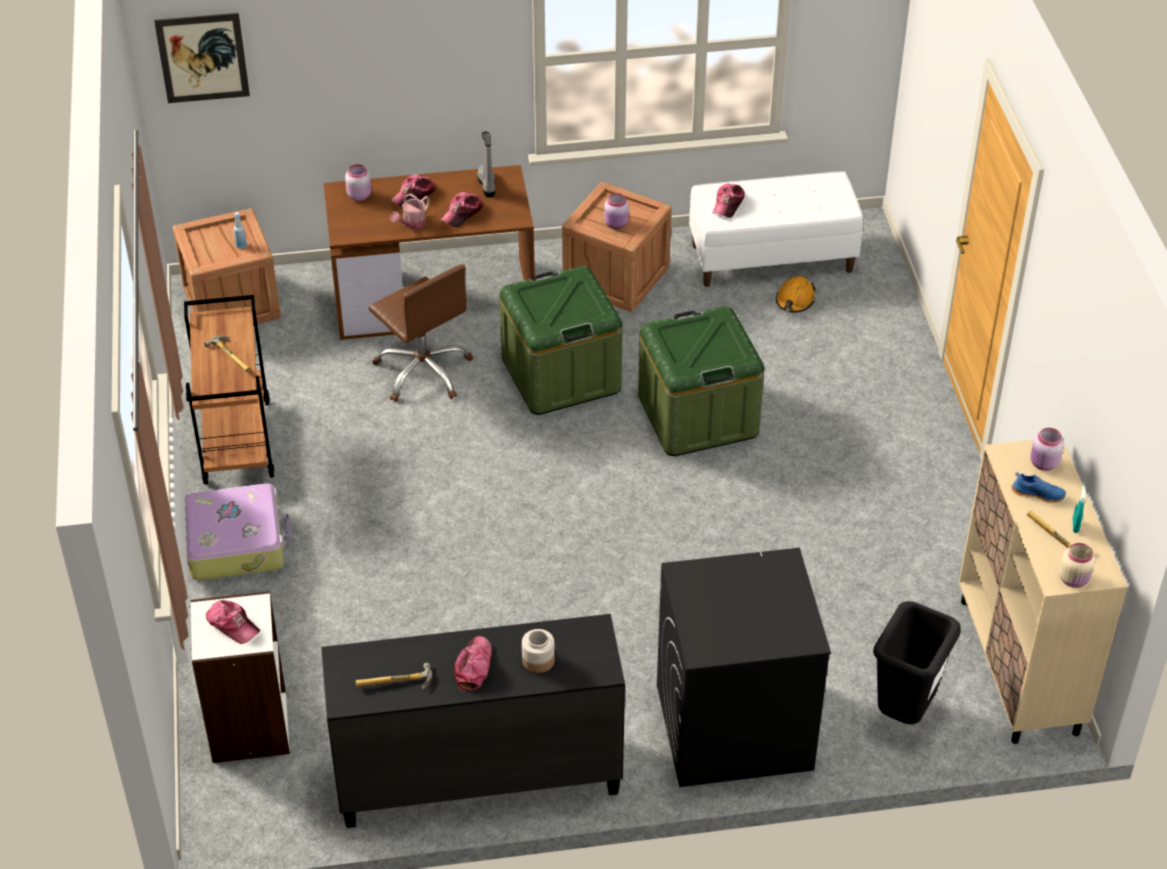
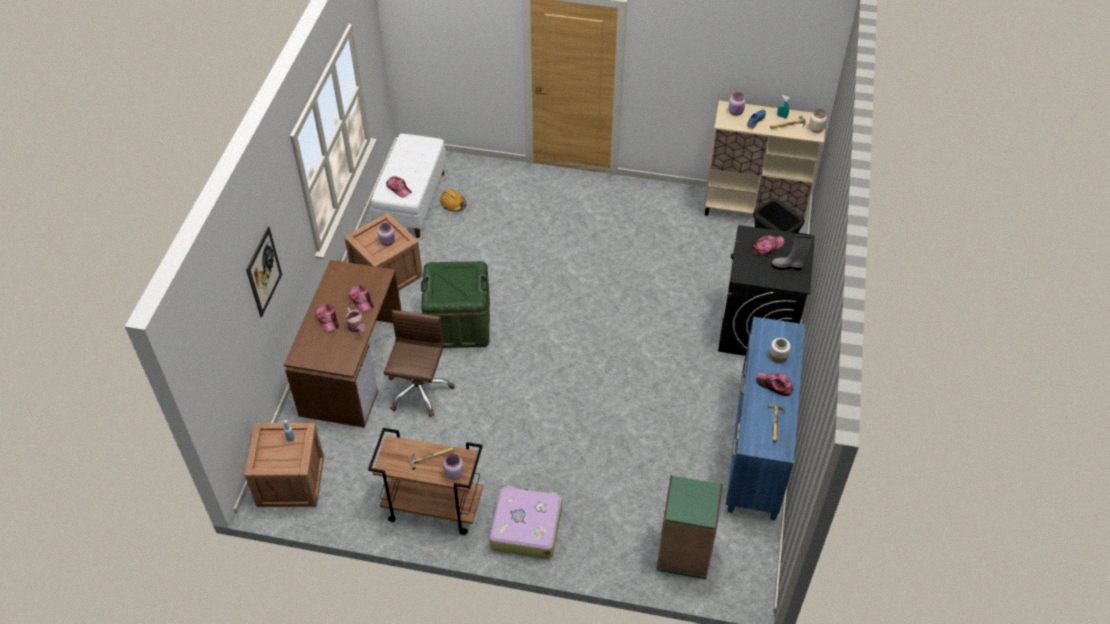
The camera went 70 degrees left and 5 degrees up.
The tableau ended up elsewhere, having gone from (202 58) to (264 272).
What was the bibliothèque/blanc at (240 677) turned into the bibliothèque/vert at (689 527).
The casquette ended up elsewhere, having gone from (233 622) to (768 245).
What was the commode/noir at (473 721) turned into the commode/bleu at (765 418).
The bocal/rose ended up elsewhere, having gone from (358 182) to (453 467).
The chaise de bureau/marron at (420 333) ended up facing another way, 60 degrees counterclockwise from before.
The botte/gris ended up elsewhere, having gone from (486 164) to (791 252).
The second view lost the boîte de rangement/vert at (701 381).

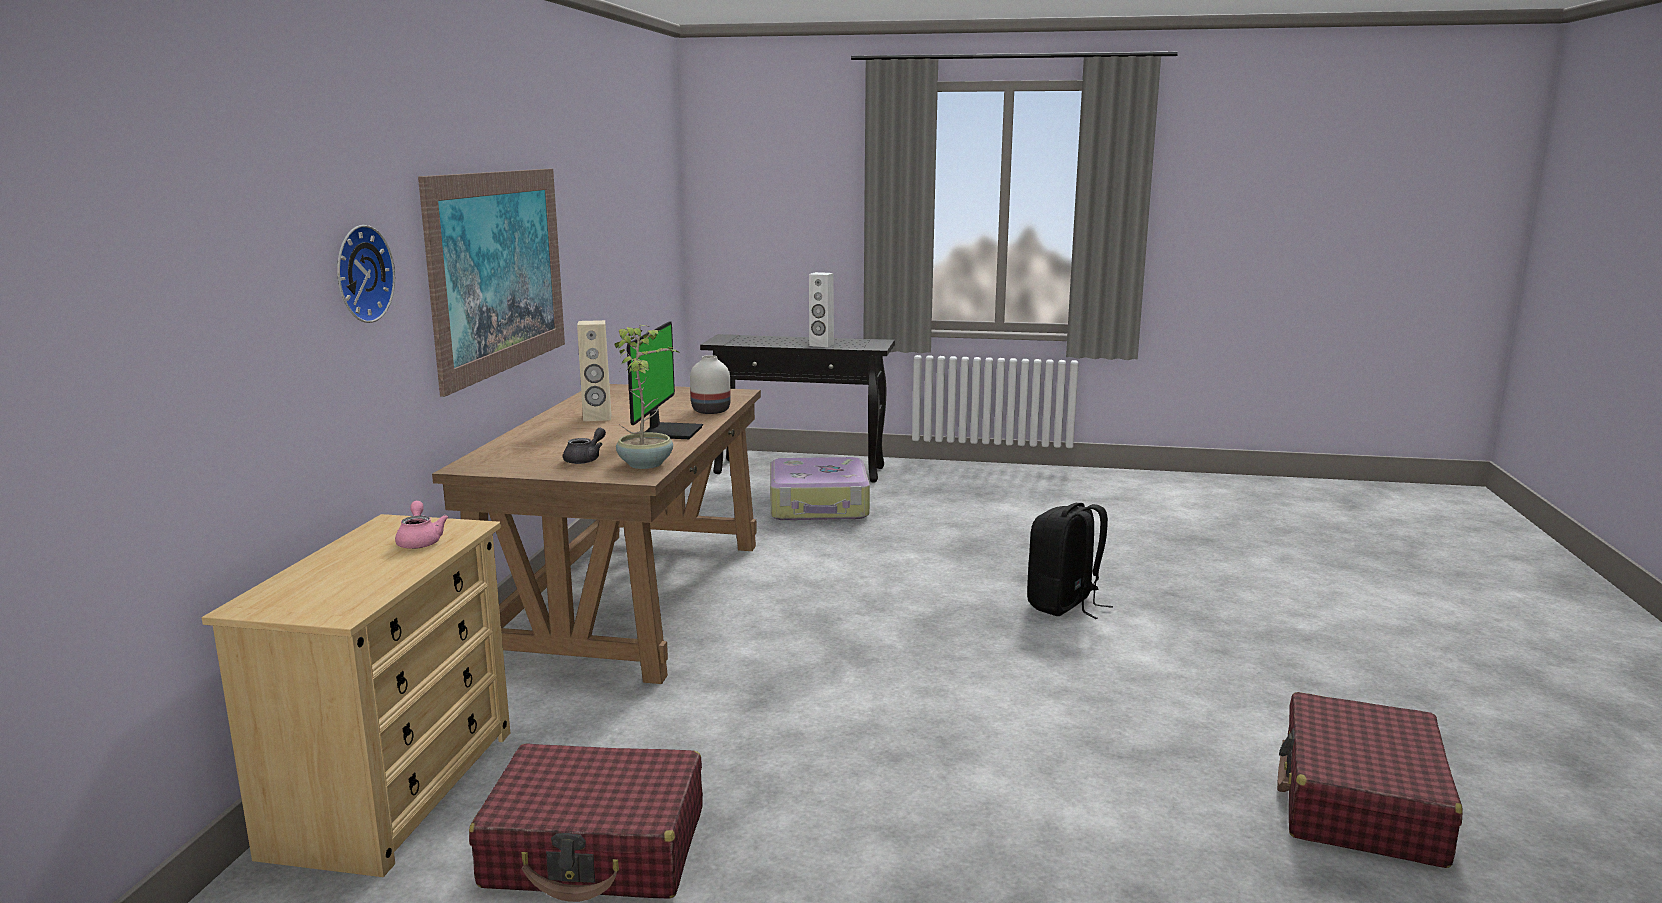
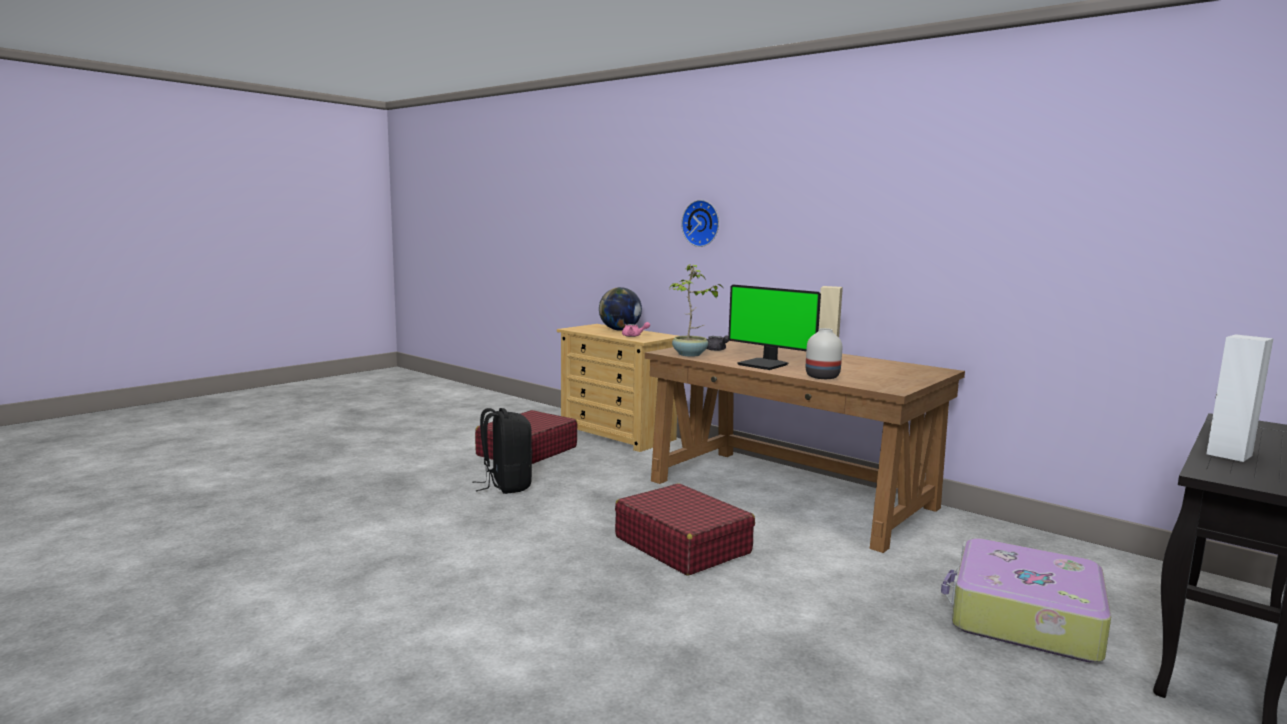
The camera went 120 degrees right and 5 degrees down.
The second view lost the tableau at (491 283).
The sac à dos/noir ended up elsewhere, having gone from (1070 561) to (502 451).
The valise/rouge ended up elsewhere, having gone from (1369 780) to (685 529).
The second view gained the globe at (620 309).

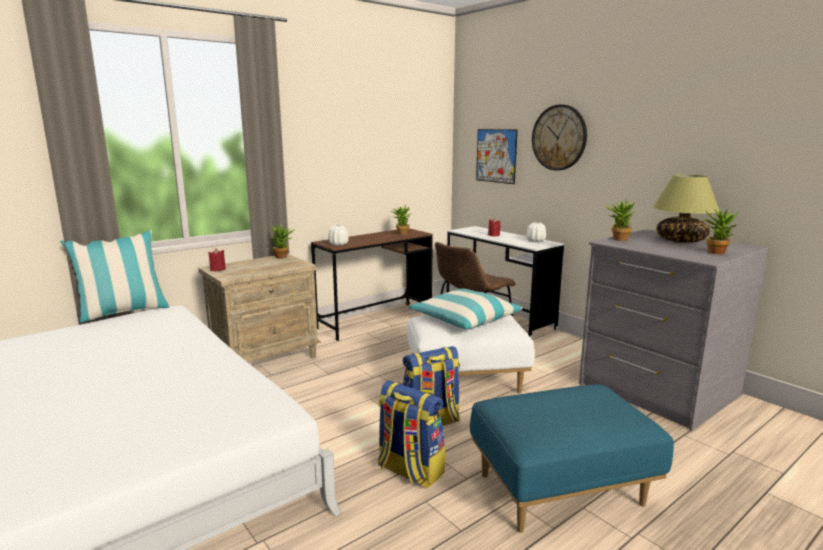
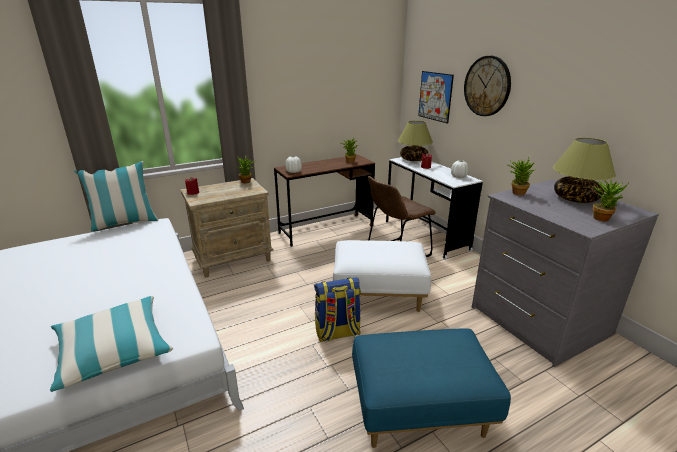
The camera went 10 degrees right and 10 degrees up.
The second view lost the sac à dos at (411 434).
The coussin ended up elsewhere, having gone from (465 309) to (111 344).
The second view gained the lampe de table at (415 141).

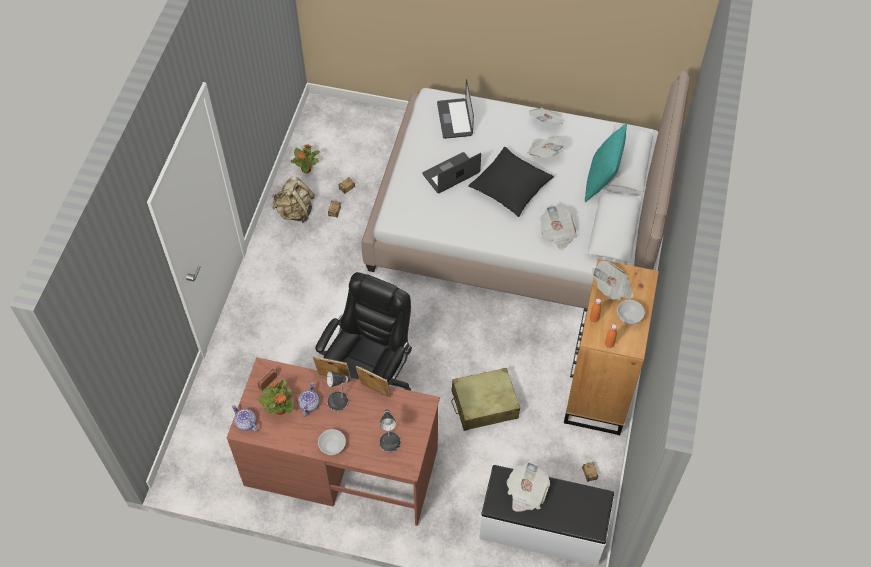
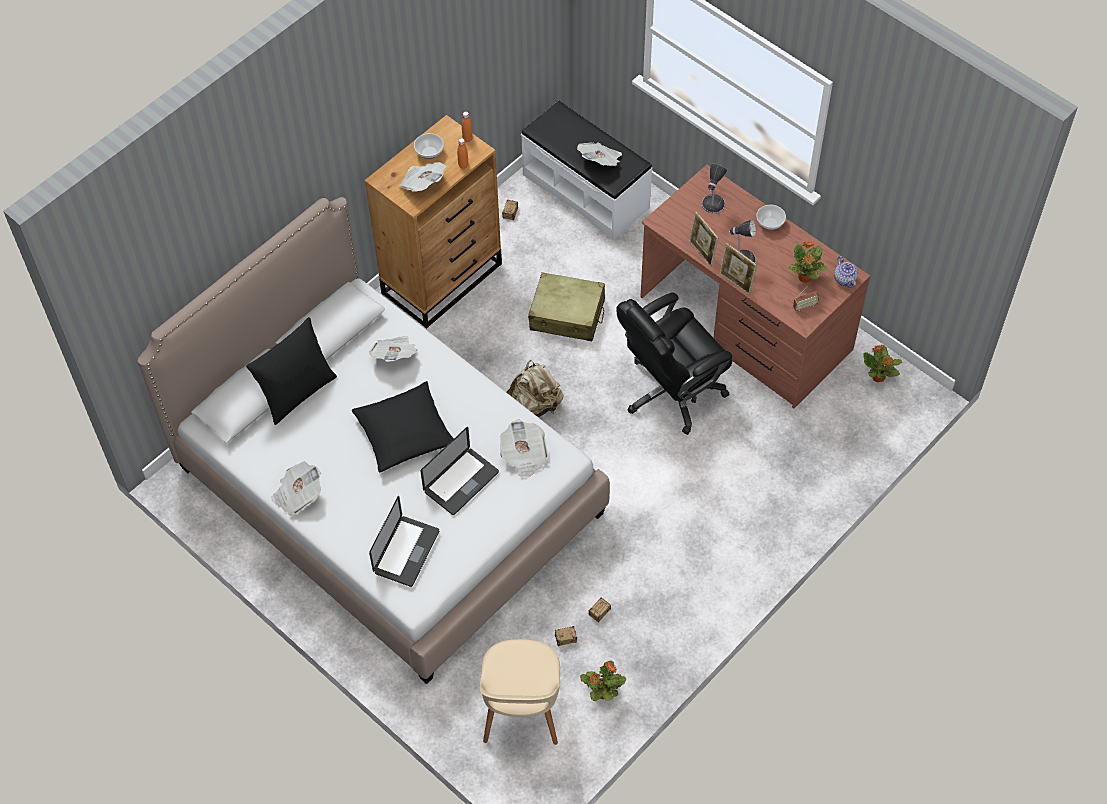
The camera went 150 degrees left and 0 degrees up.
The sac à dos/beige ended up elsewhere, having gone from (294 200) to (534 388).
The second view lost the théière at (309 399).
The ordinateur portable at (452 172) ended up facing another way, 45 degrees counterclockwise from before.
The journal ended up elsewhere, having gone from (546 147) to (524 449).
What was the coussin/turquoise at (606 162) turned into the coussin/noir at (291 371).
The second view gained the chaise/beige at (519 692).
The second view gained the plante en pot at (882 363).

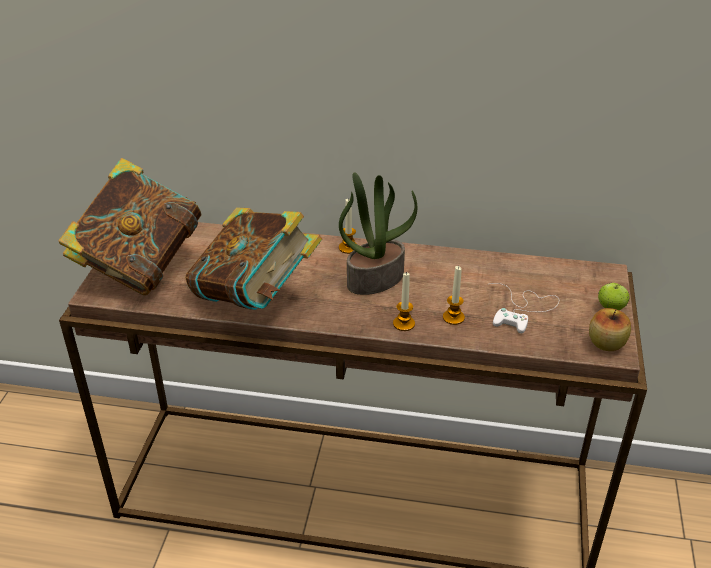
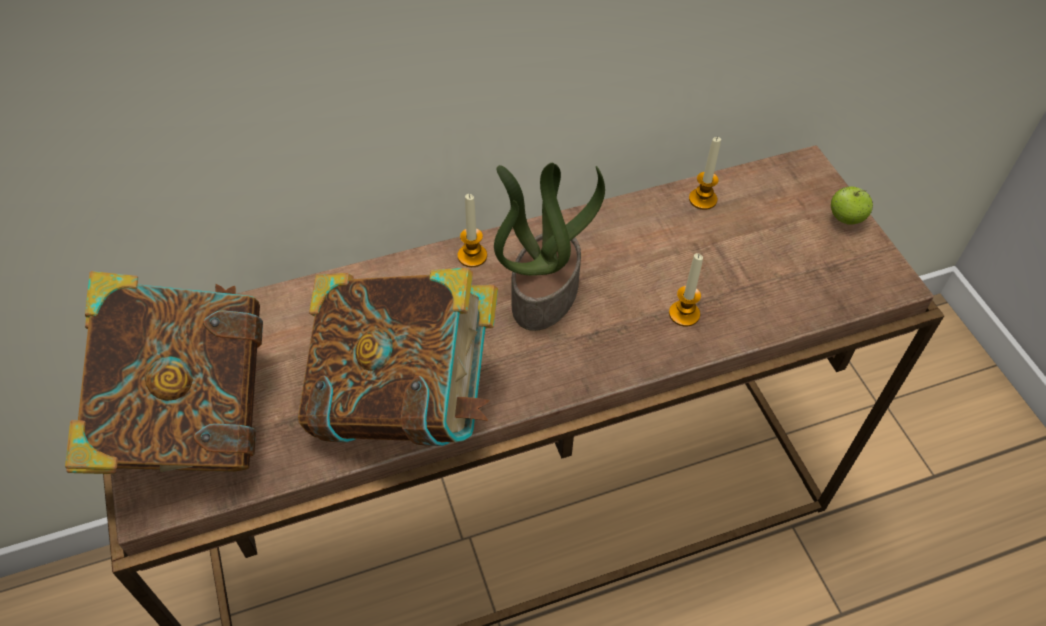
The camera went 30 degrees left and 15 degrees up.
The bougie ended up elsewhere, having gone from (404 301) to (705 173).
The second view lost the manette/blanc at (524 308).
The second view lost the pomme at (610 329).

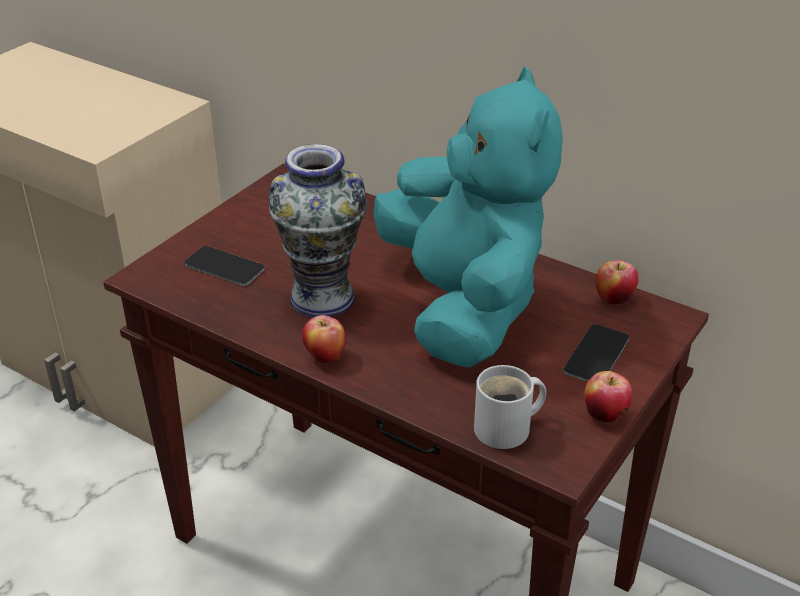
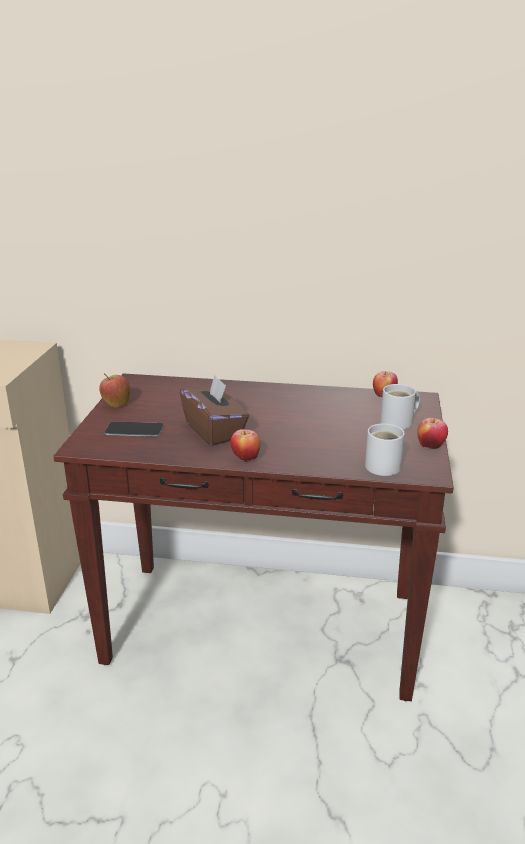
The camera went 25 degrees left and 10 degrees down.
Where the vase stood at (318 231), the boîte à mouchoirs/marron came to stand at (214 410).
The second view lost the peluche/turquoise at (468 217).
Where the téléphone stood at (596 353), the mug/blanc came to stand at (400 407).
The second view gained the pomme at (115 390).

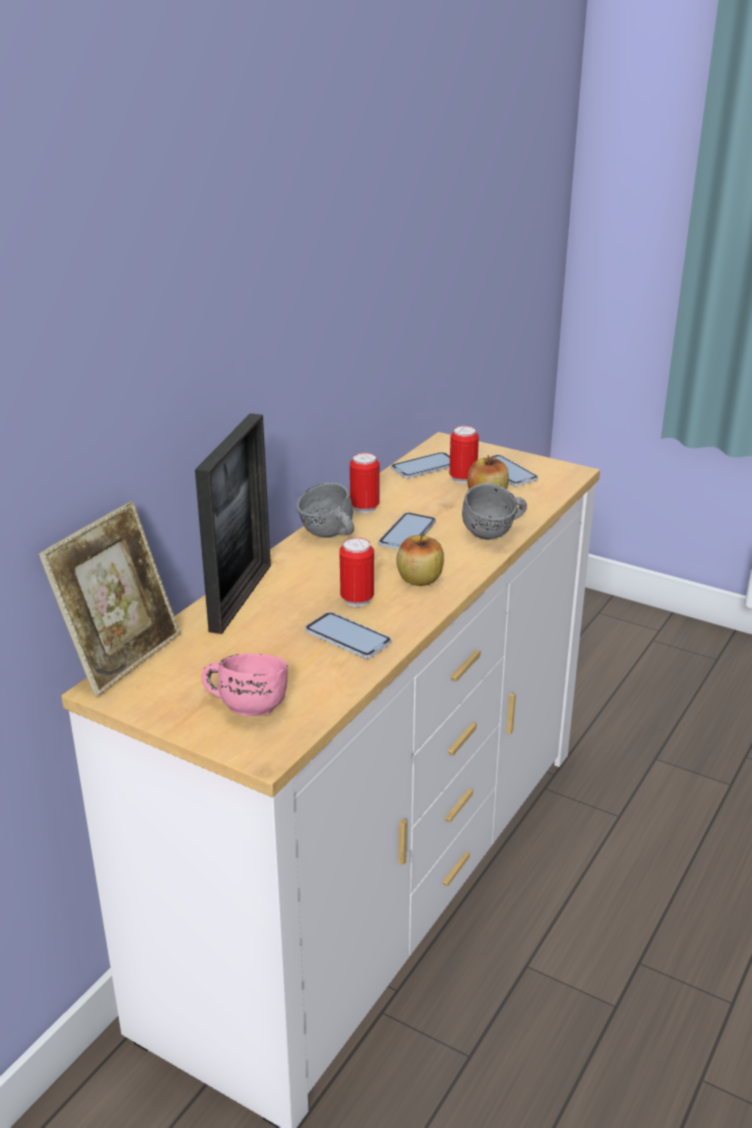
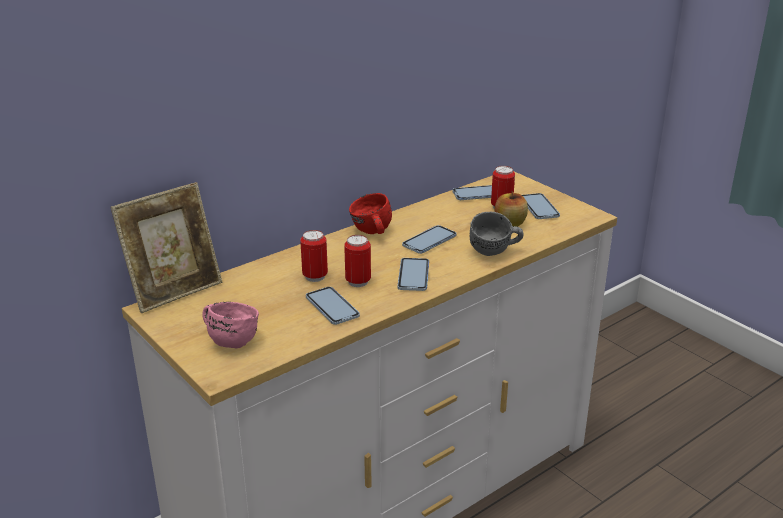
The camera went 20 degrees right and 0 degrees up.
The second view lost the cadre photo at (233 523).
What was the mug/gris at (325 510) turned into the mug/rouge at (370 213).
The boîte métallique ended up elsewhere, having gone from (365 483) to (314 256).
Where the pomme stood at (420 560), the téléphone came to stand at (413 274).

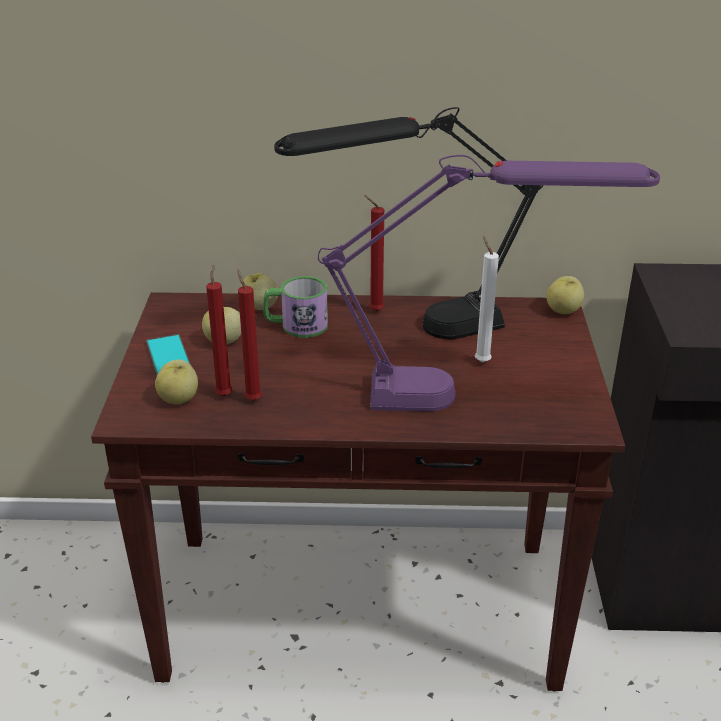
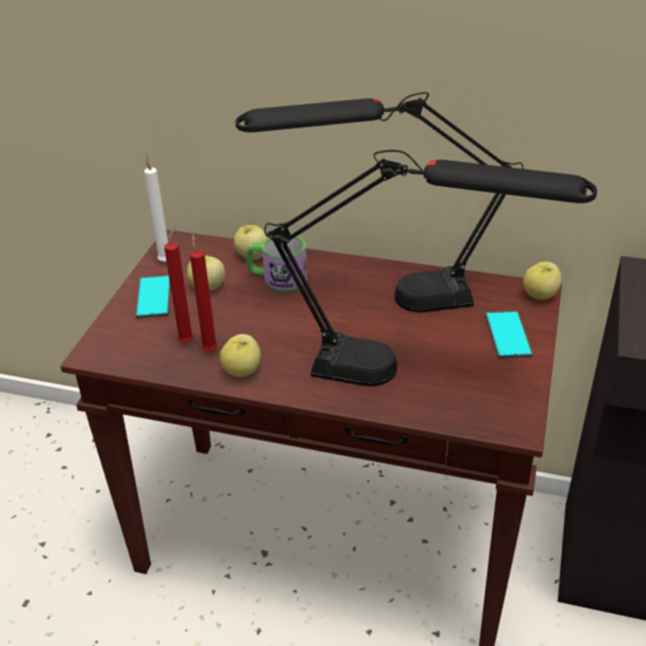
The camera went 15 degrees right and 5 degrees up.
The pomme ended up elsewhere, having gone from (176 382) to (240 355).
What was the lampe de table/violet at (489 283) turned into the lampe de table/noir at (430 268).
The second view lost the bougie/rouge at (374 253).
The bougie/blanc ended up elsewhere, having gone from (487 299) to (156 207).
The second view gained the téléphone at (509 335).

